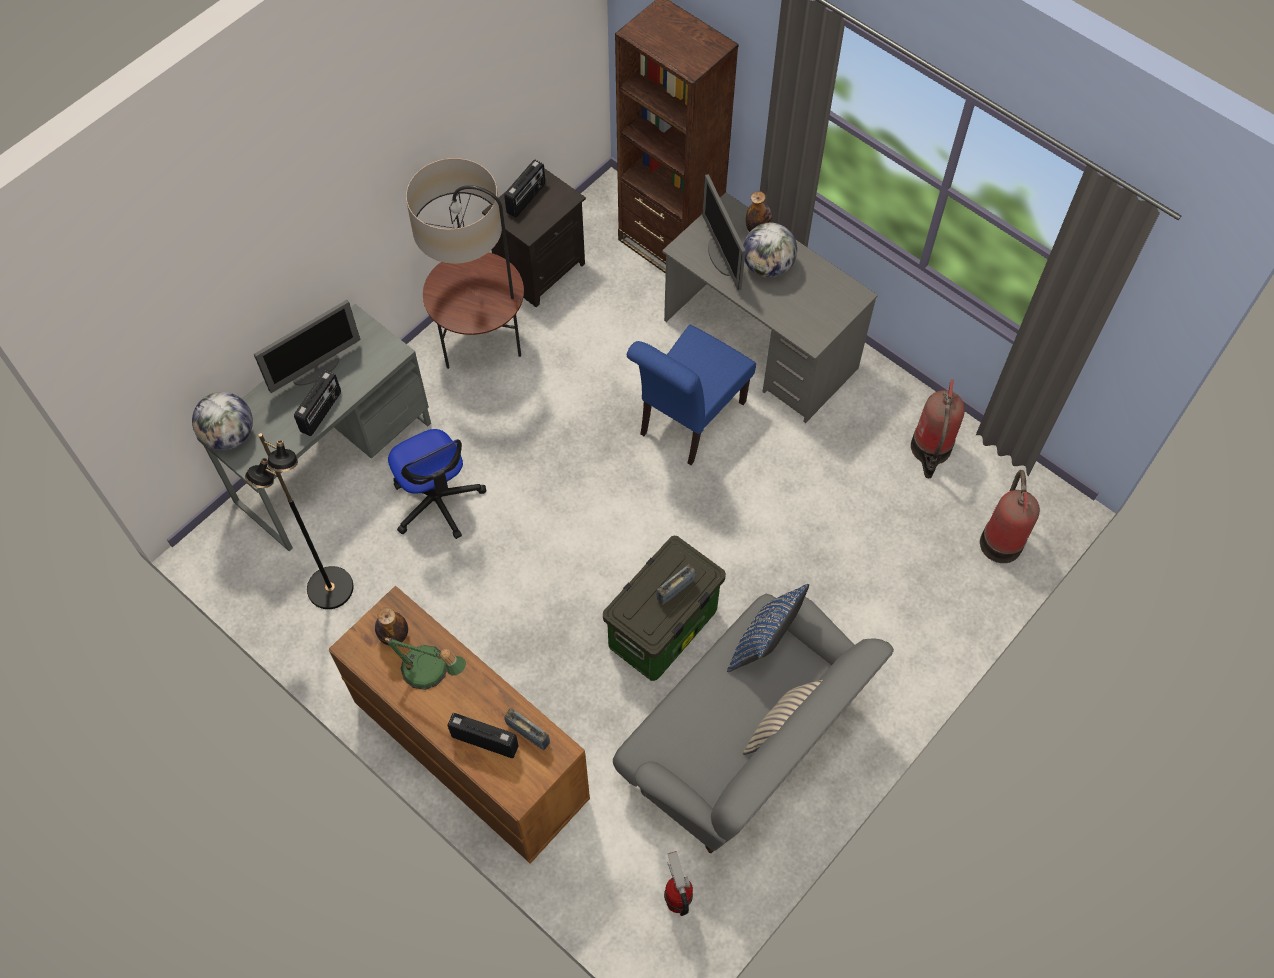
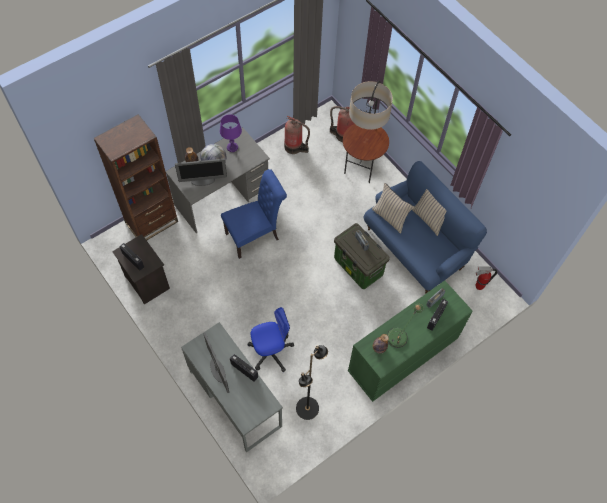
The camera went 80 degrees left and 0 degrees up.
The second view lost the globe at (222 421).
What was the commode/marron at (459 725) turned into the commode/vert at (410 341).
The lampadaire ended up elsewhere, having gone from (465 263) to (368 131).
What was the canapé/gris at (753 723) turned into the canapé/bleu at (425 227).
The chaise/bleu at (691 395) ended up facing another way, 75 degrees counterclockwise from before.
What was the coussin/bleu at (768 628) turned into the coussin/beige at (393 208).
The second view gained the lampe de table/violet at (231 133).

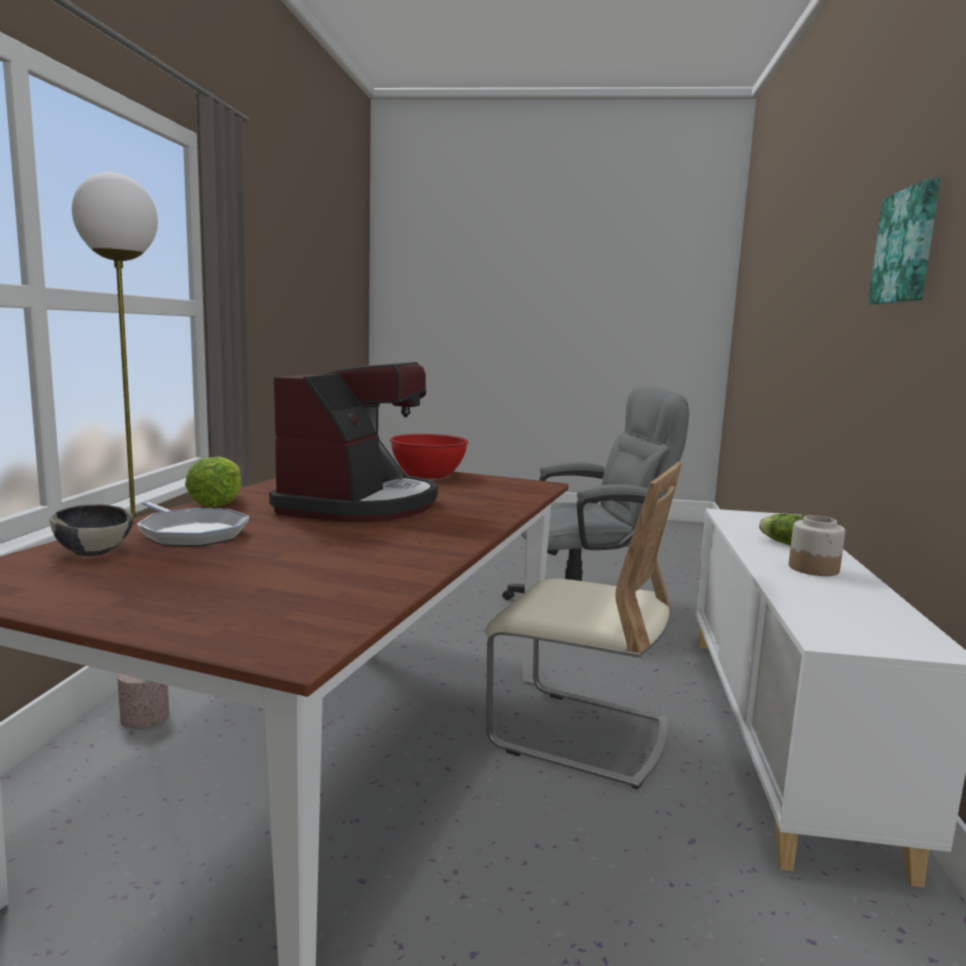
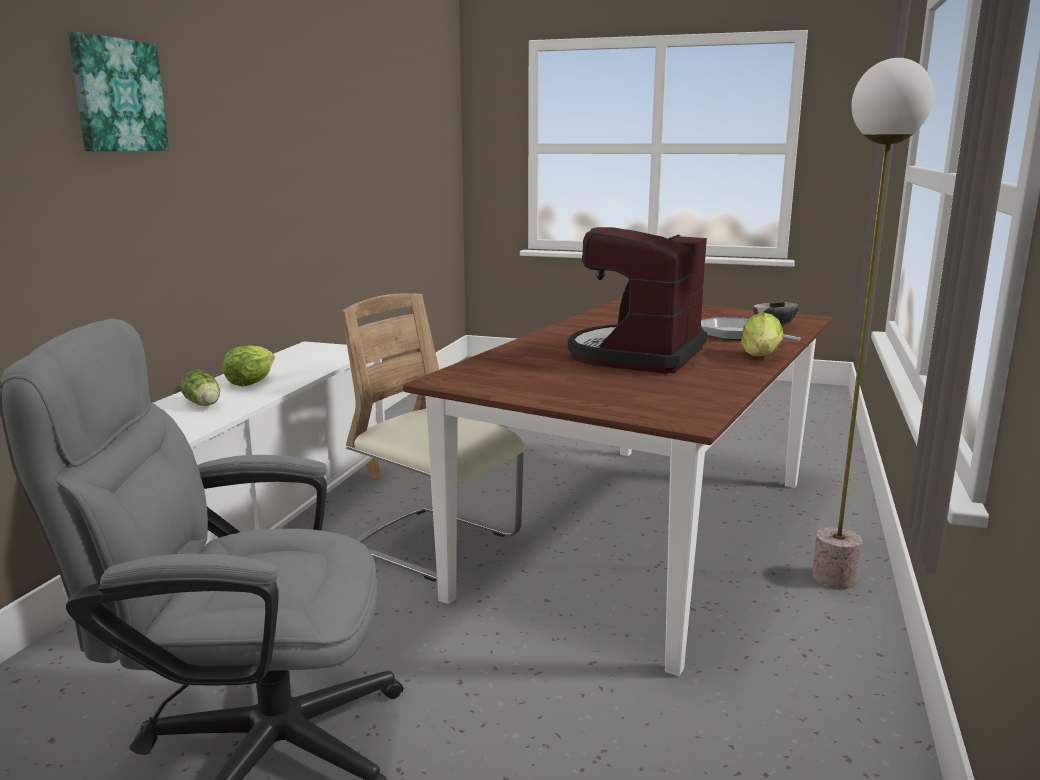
The camera went 170 degrees left and 5 degrees up.
The second view lost the bol/rouge at (429 456).
Where the bocal stood at (817 545), the laitue came to stand at (248 365).

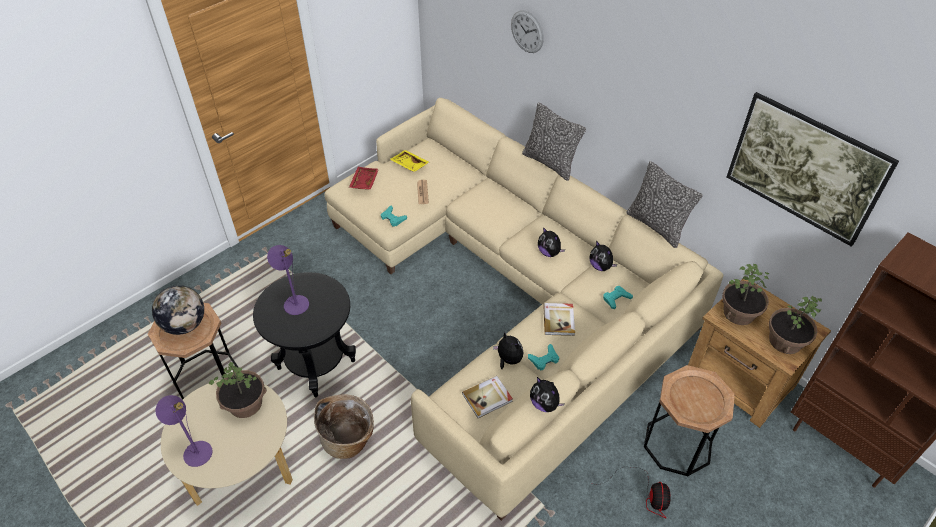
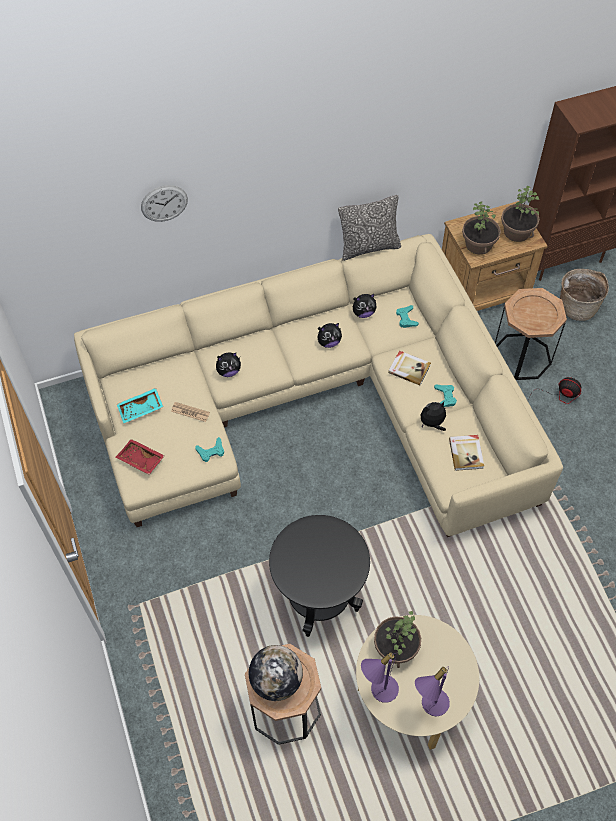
The camera went 65 degrees left and 10 degrees up.
The lampe de table/violet ended up elsewhere, having gone from (288 280) to (380 677).
The panier ended up elsewhere, having gone from (344 426) to (584 295).
What was the plateau/jaune at (409 161) turned into the plateau/turquoise at (140 405).
The second view lost the coussin at (554 141).
The peluche ended up elsewhere, having gone from (547 394) to (228 364).
The second view lost the tableau at (813 169).

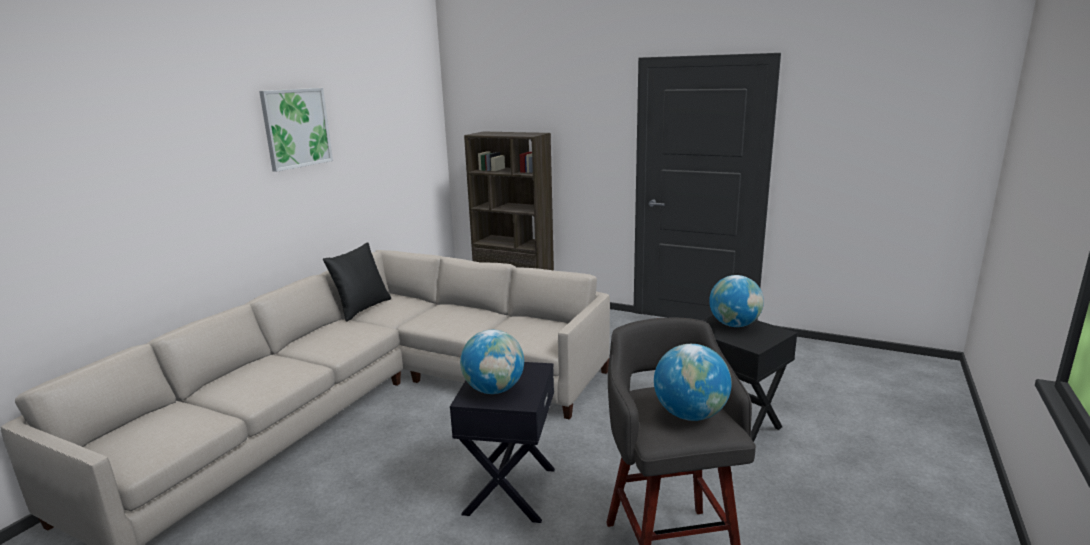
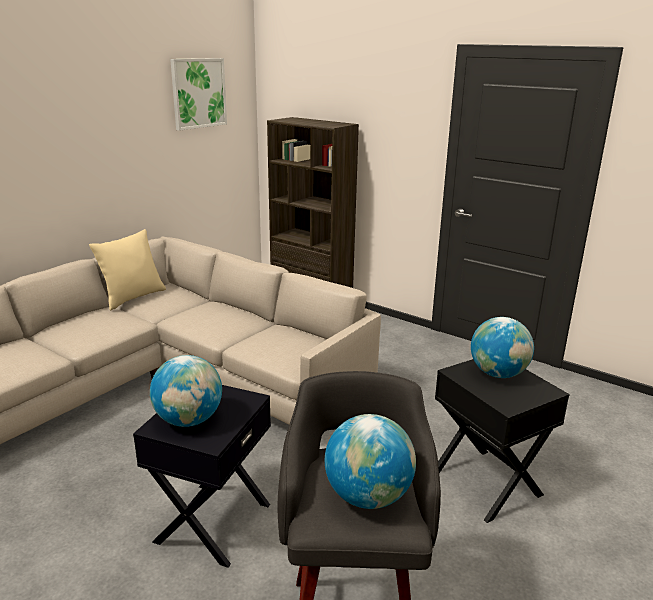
The camera went 10 degrees right and 5 degrees up.
The tableau ended up elsewhere, having gone from (296 130) to (198 94).
What was the coussin/noir at (357 282) turned into the coussin/beige at (127 270).

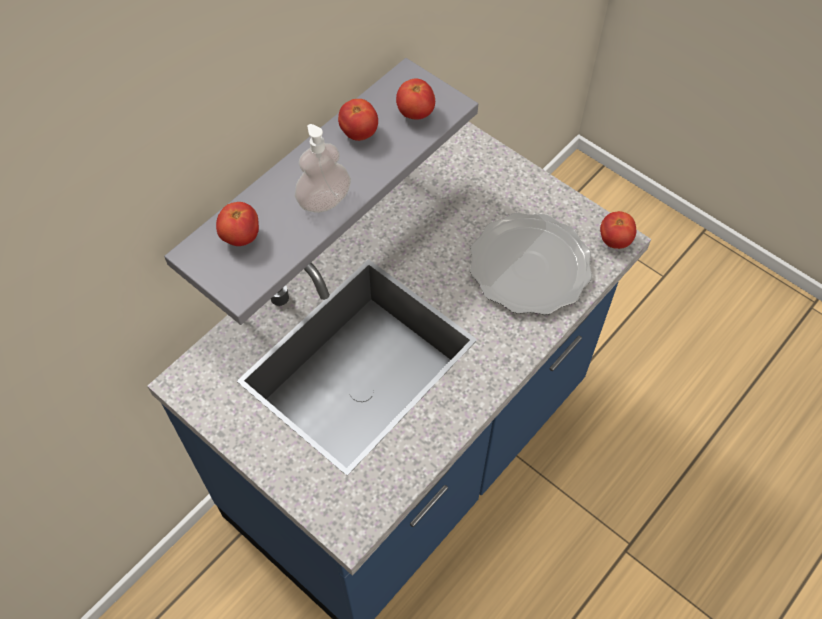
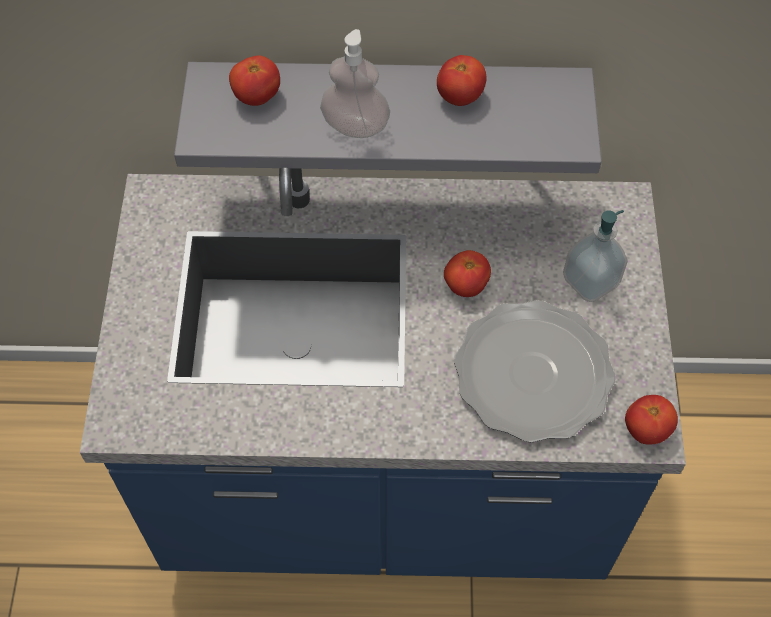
The camera went 50 degrees right and 0 degrees up.
The tomate ended up elsewhere, having gone from (415 99) to (467 273).
The second view gained the distributeur de savon at (595 256).

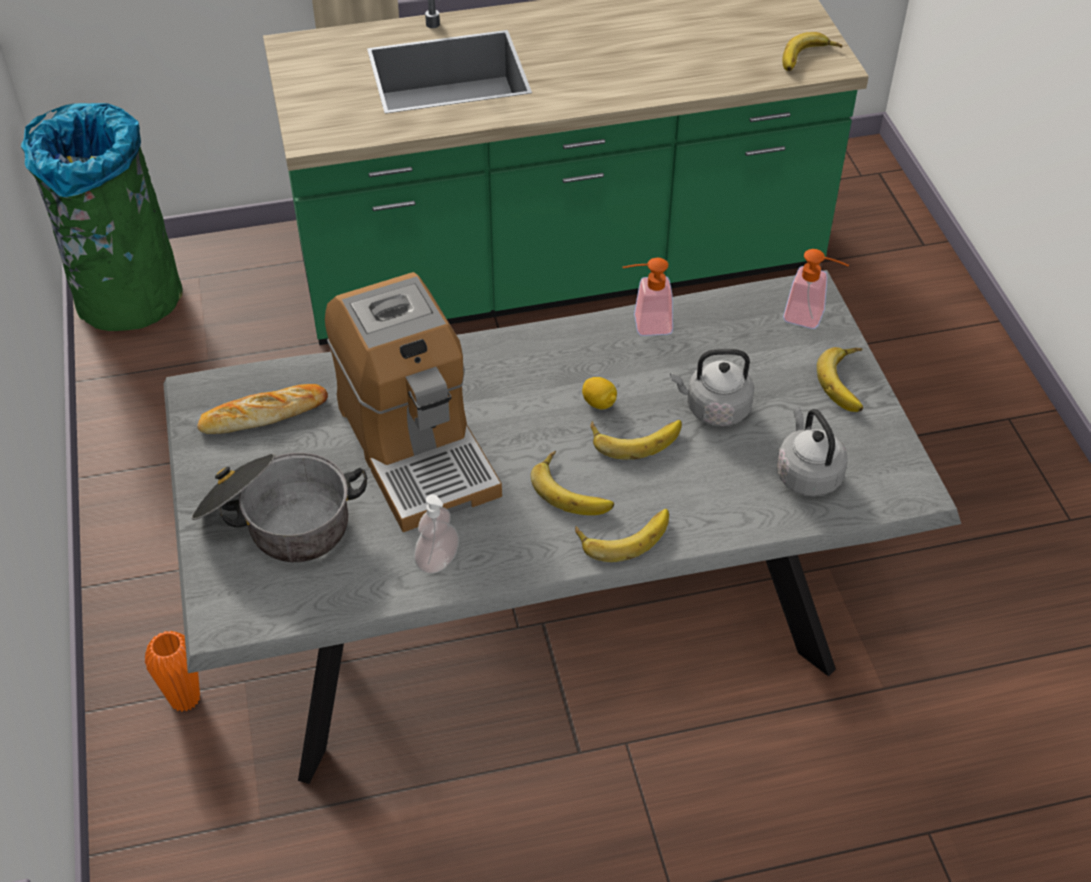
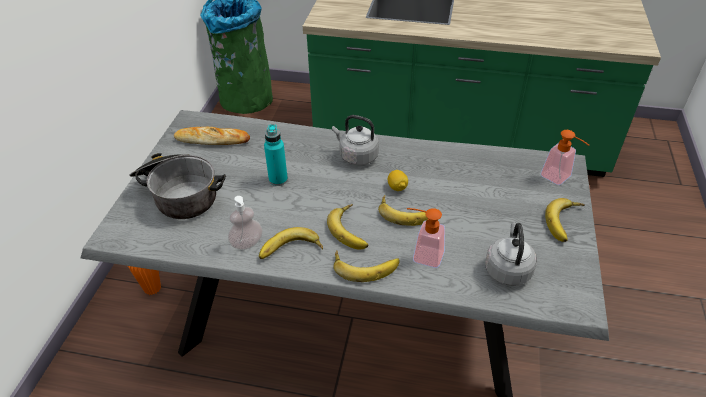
The camera went 25 degrees right and 5 degrees down.
Where the machine à café stood at (413 402), the bouteille/turquoise came to stand at (276 155).
The distributeur de savon ended up elsewhere, having gone from (648 297) to (426 238).
The bouilloire/gris ended up elsewhere, having gone from (712 387) to (355 140).
The banane ended up elsewhere, having gone from (812 51) to (291 243).

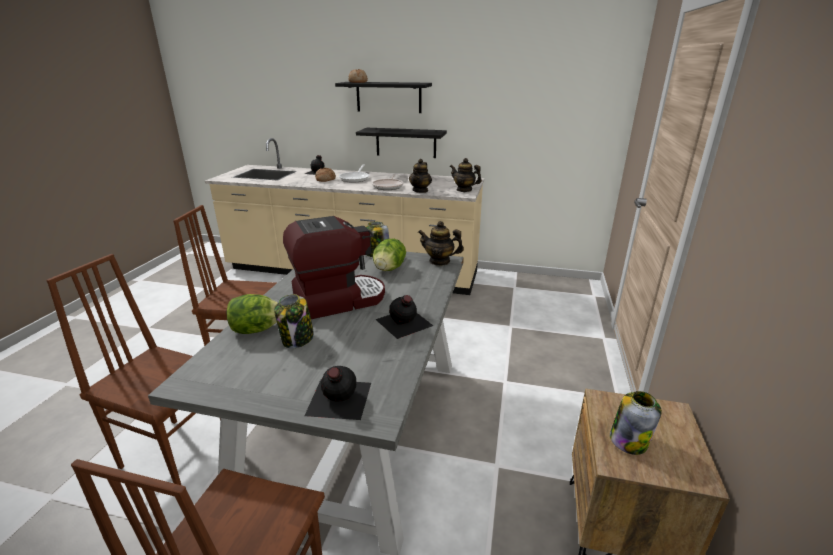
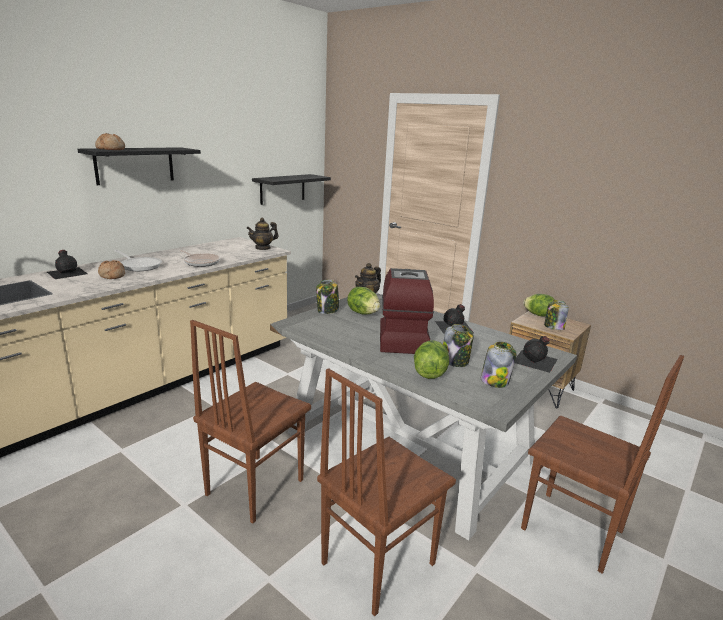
The camera went 65 degrees left and 5 degrees down.
The étagère/noir ended up elsewhere, having gone from (401 143) to (291 189).
The second view lost the théière at (420 176).
The second view gained the bocal at (499 365).
The second view gained the laitue at (539 305).

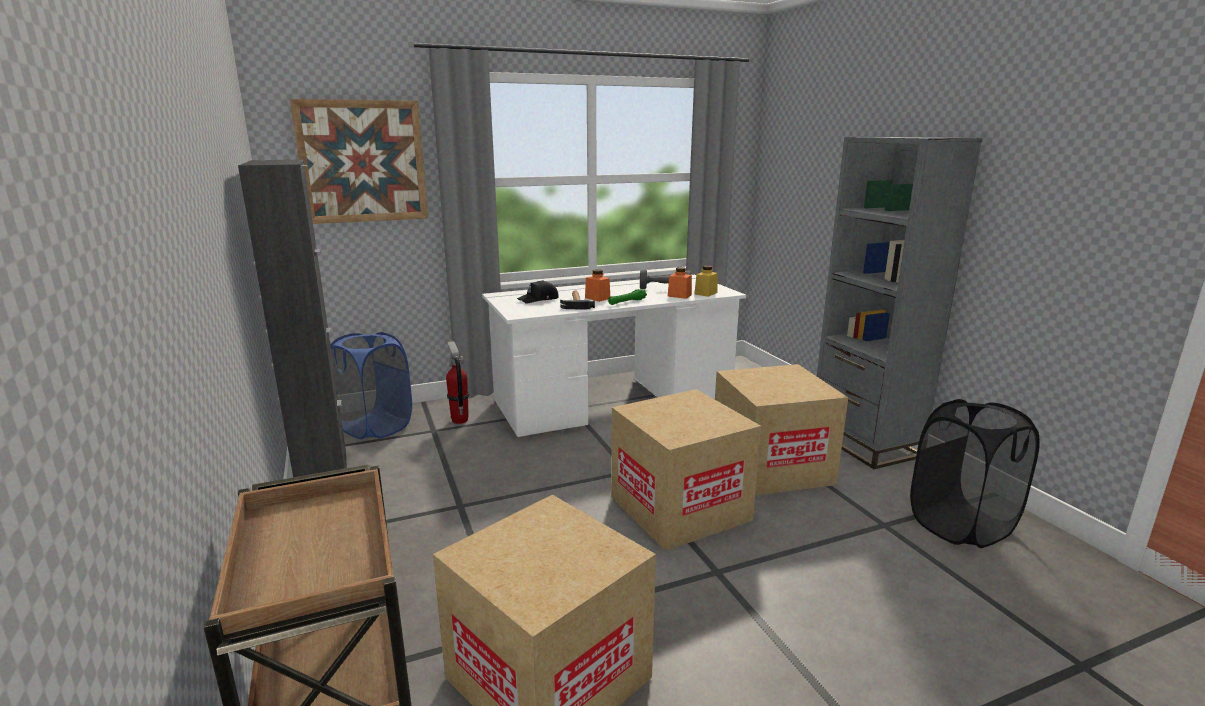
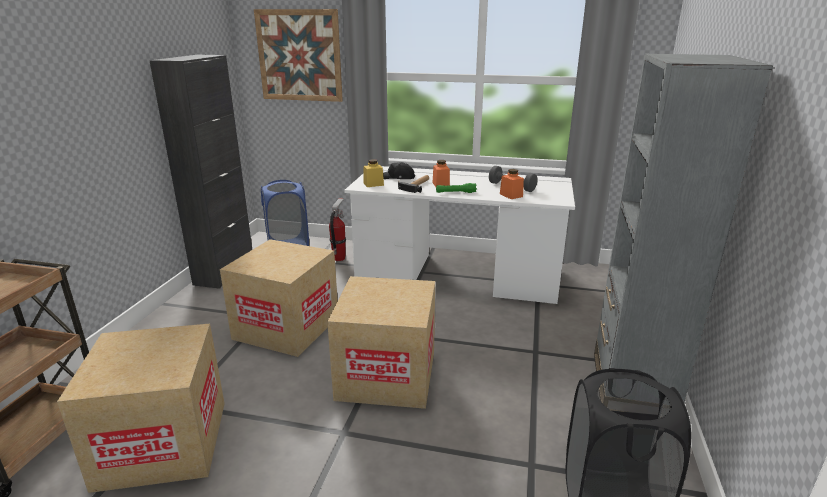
The camera went 35 degrees right and 5 degrees up.
The bocal/jaune ended up elsewhere, having gone from (706 281) to (374 173).
The carton ended up elsewhere, having gone from (781 430) to (279 298).

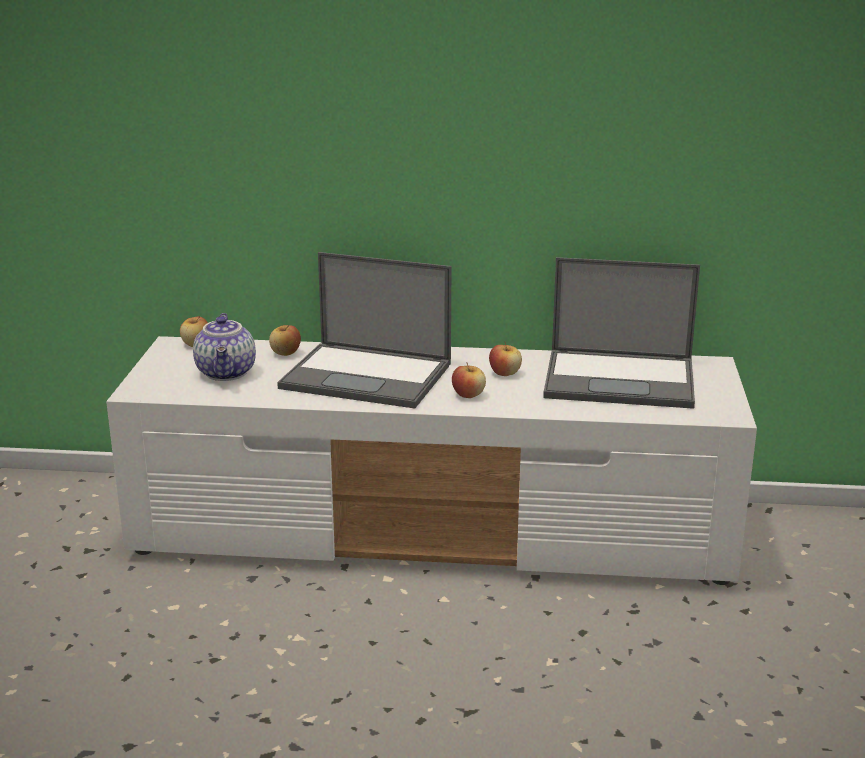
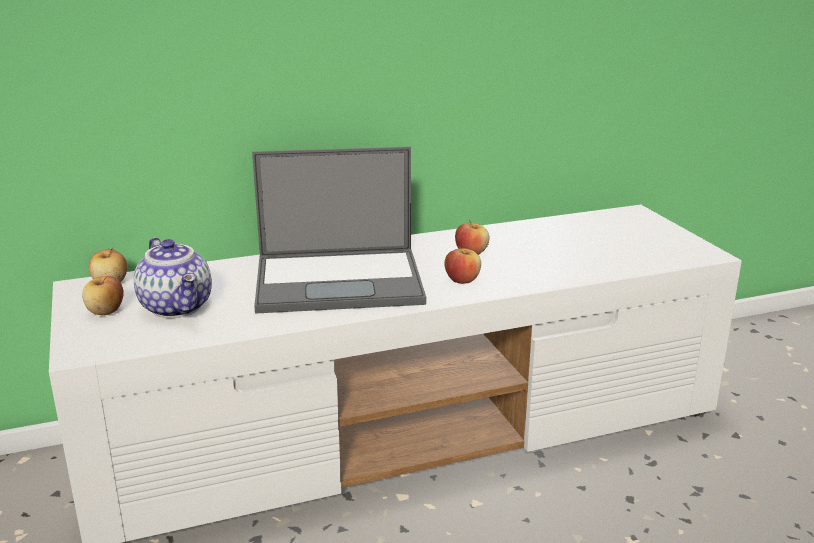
The camera went 25 degrees left and 0 degrees up.
The pomme ended up elsewhere, having gone from (285 340) to (103 295).
The second view lost the ordinateur portable at (621 333).

